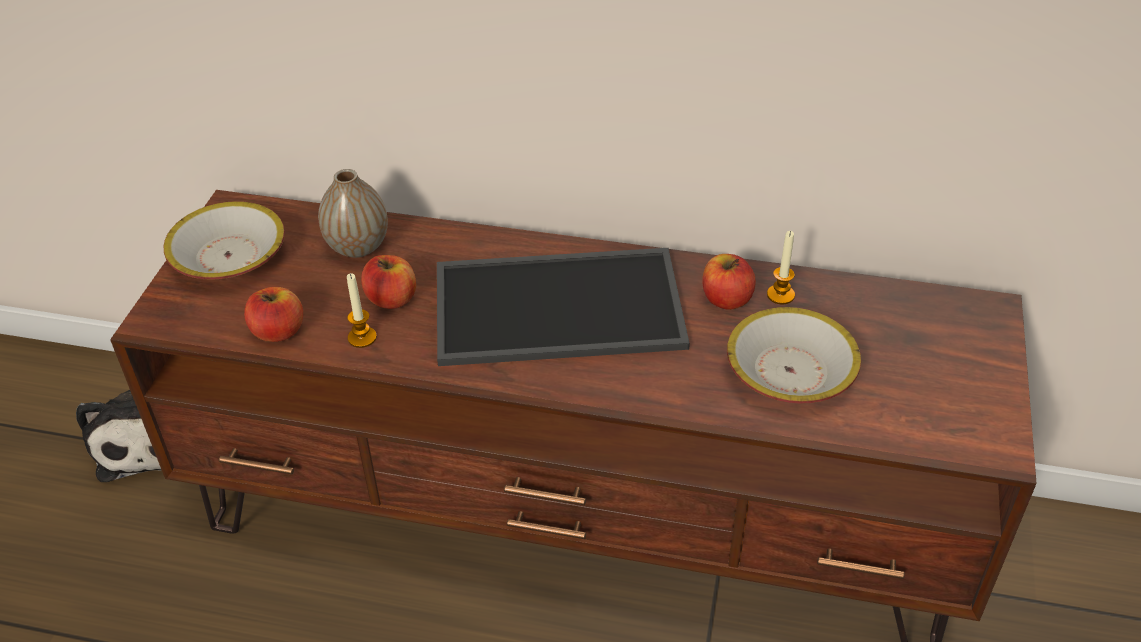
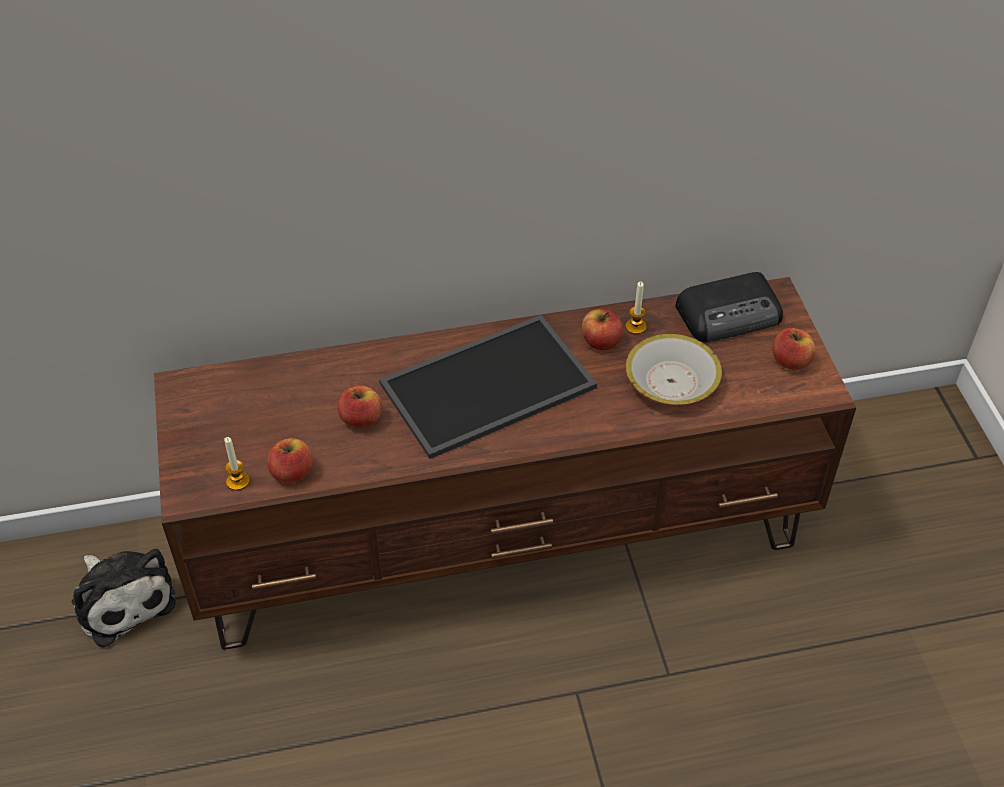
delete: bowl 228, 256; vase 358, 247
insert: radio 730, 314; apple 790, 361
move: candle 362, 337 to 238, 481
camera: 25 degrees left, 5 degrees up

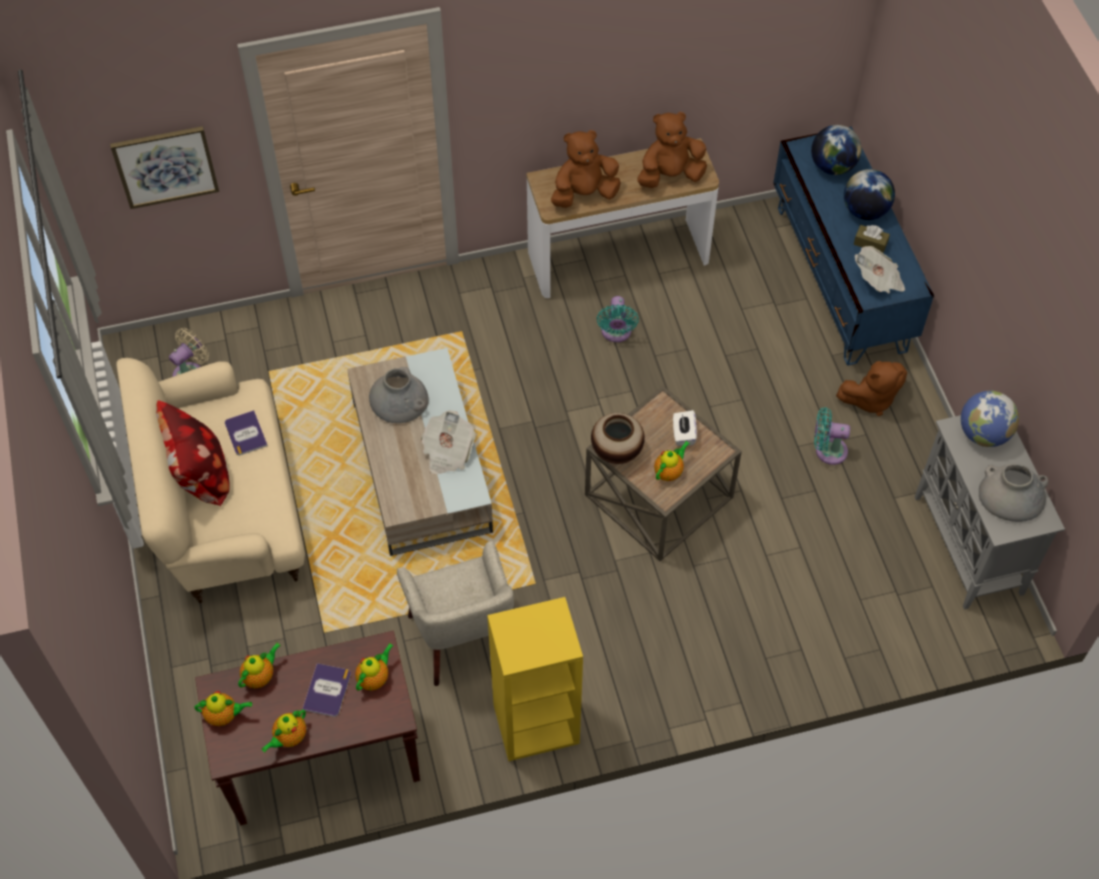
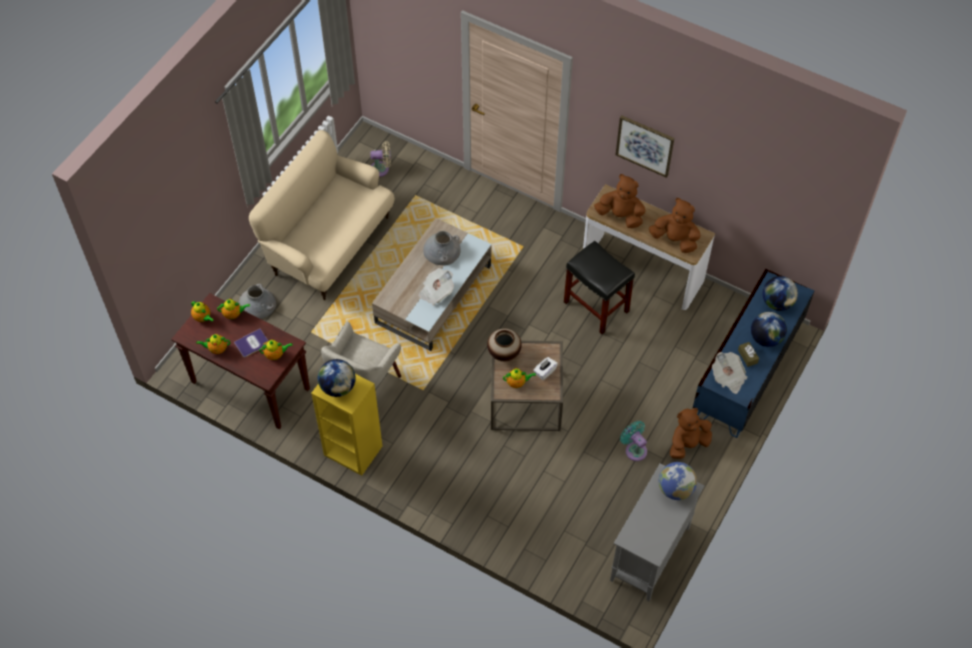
delete: pillow 199, 476; book 245, 433
insert: globe 338, 387
move: picture 165, 166 to 645, 145; grey vase 1011, 495 to 257, 304
replace: turquoise fan 616, 333 to black stool 597, 307
rotate: brown plush toy 870, 399 = 688, 444 120 degrees clockwise
camera: 45 degrees right, 0 degrees up

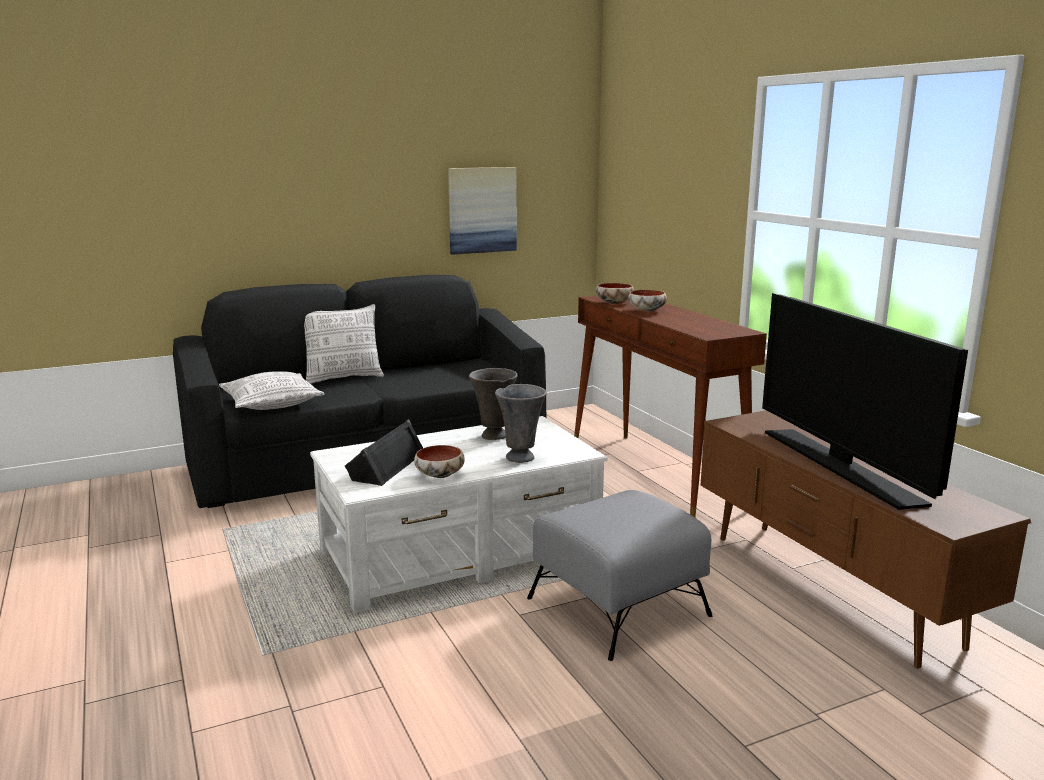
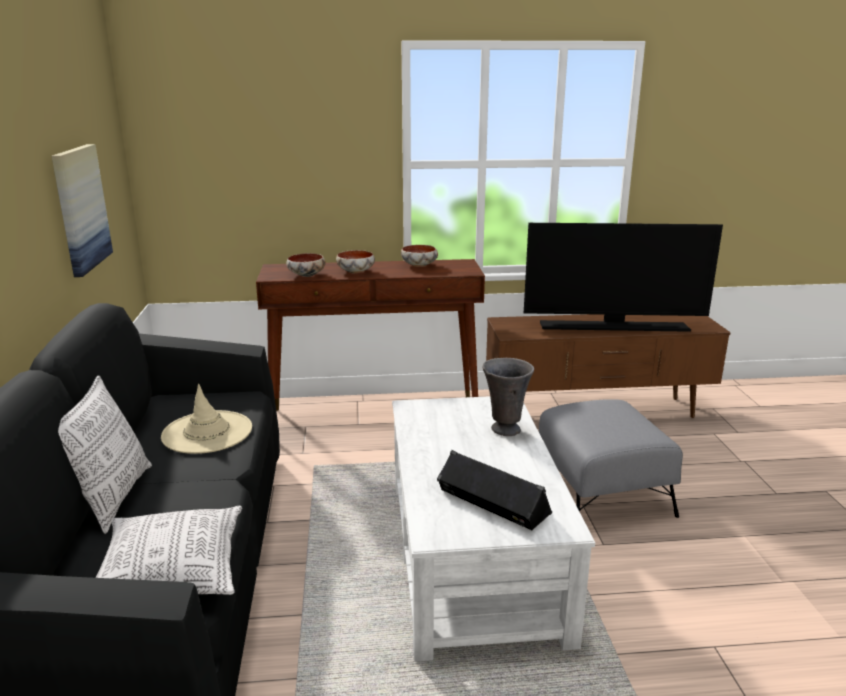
delete: grey vase 493, 436
insert: beige hat 207, 432
move: bowl 439, 475 to 420, 265
camera: 70 degrees left, 5 degrees up

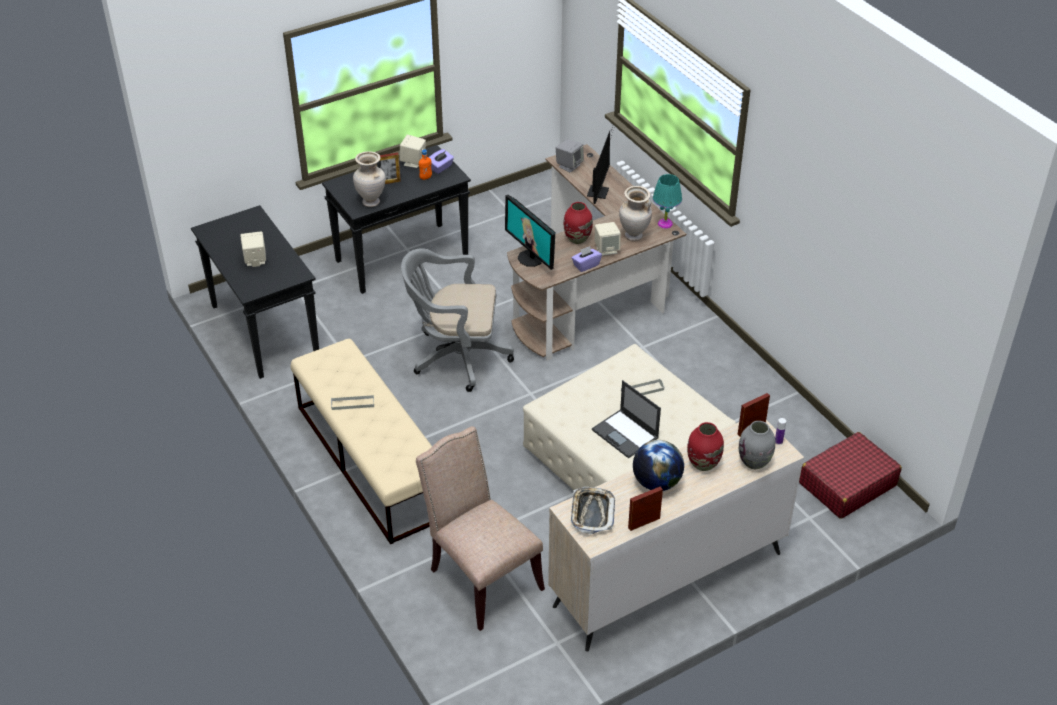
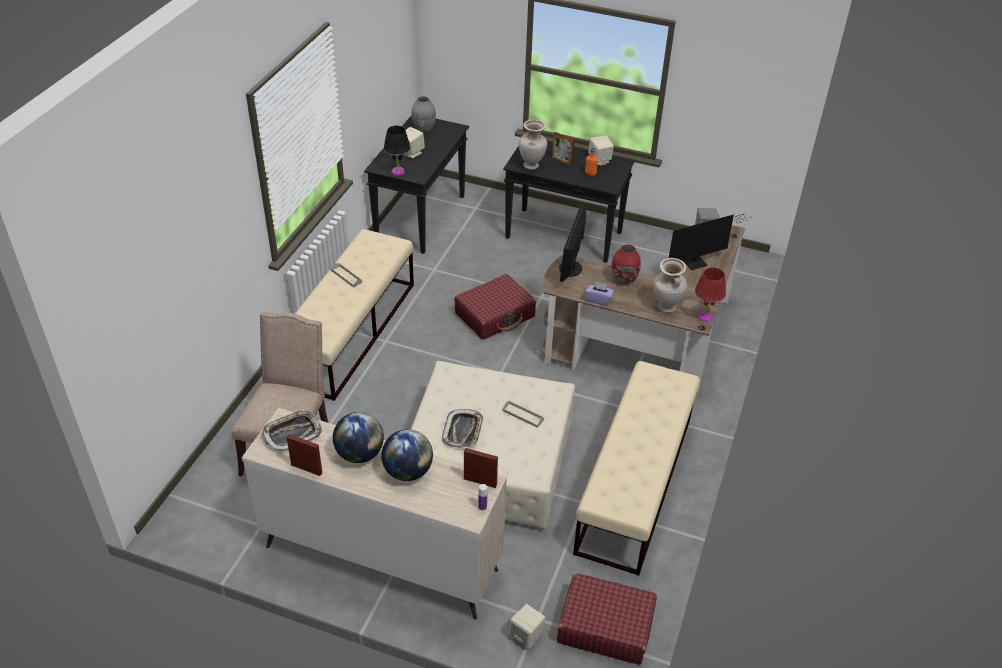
delete: purple tissue box 441, 167
insert: black table lamp 398, 171; beige bench 634, 484
move: beige speaker 606, 249 to 526, 635; grey vase 754, 462 to 424, 129
replace: grey office chair 456, 357 to red suitcase 495, 315; laptop 625, 434 to tray 463, 431; red vase 703, 464 to globe 408, 471
recolor: turquoise table lamp 665, 224 to red table lamp 705, 316
camera: 50 degrees right, 0 degrees up

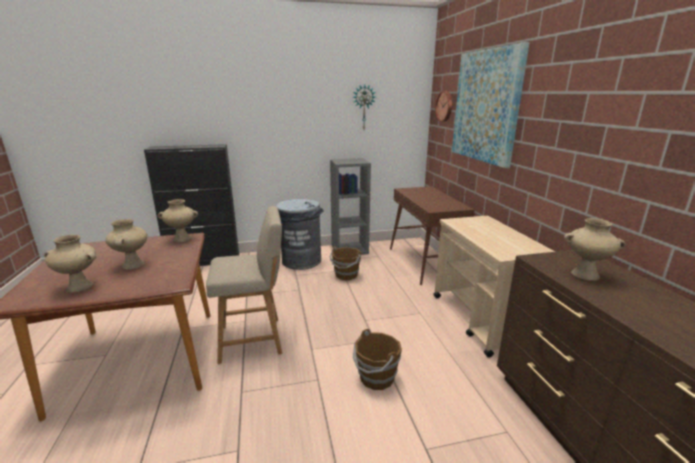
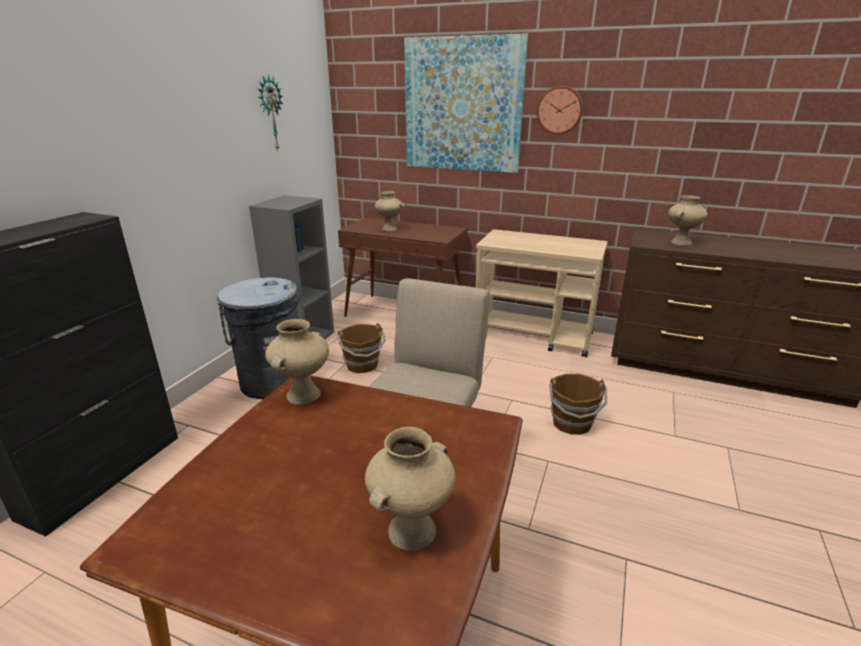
move: beige vase 133, 265 to 389, 229; wall clock 445, 106 to 560, 110
camera: 55 degrees left, 5 degrees up

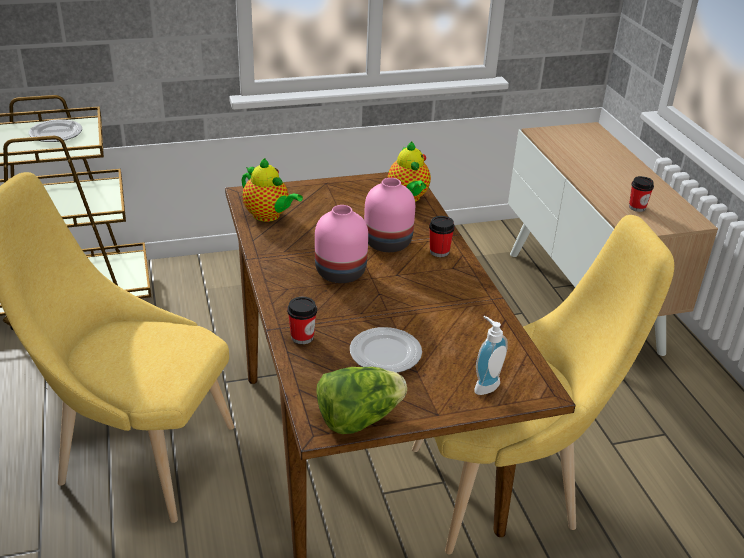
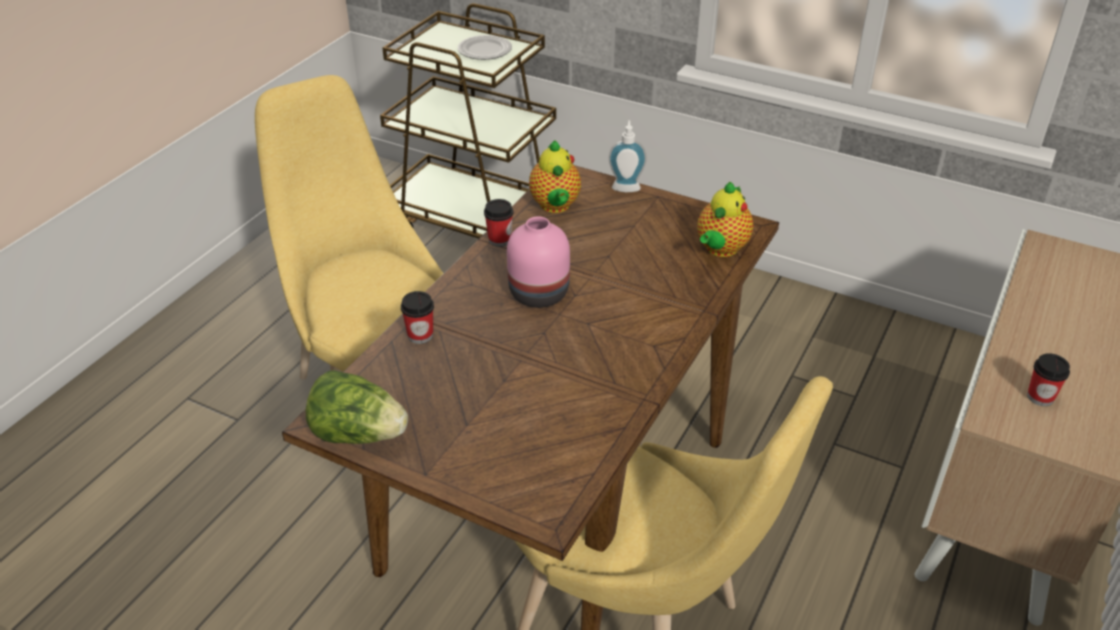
delete: plate 385, 353; pink vase 388, 242
move: cup 439, 251 to 499, 240; soap dispenser 484, 385 to 626, 186
camera: 45 degrees right, 5 degrees up

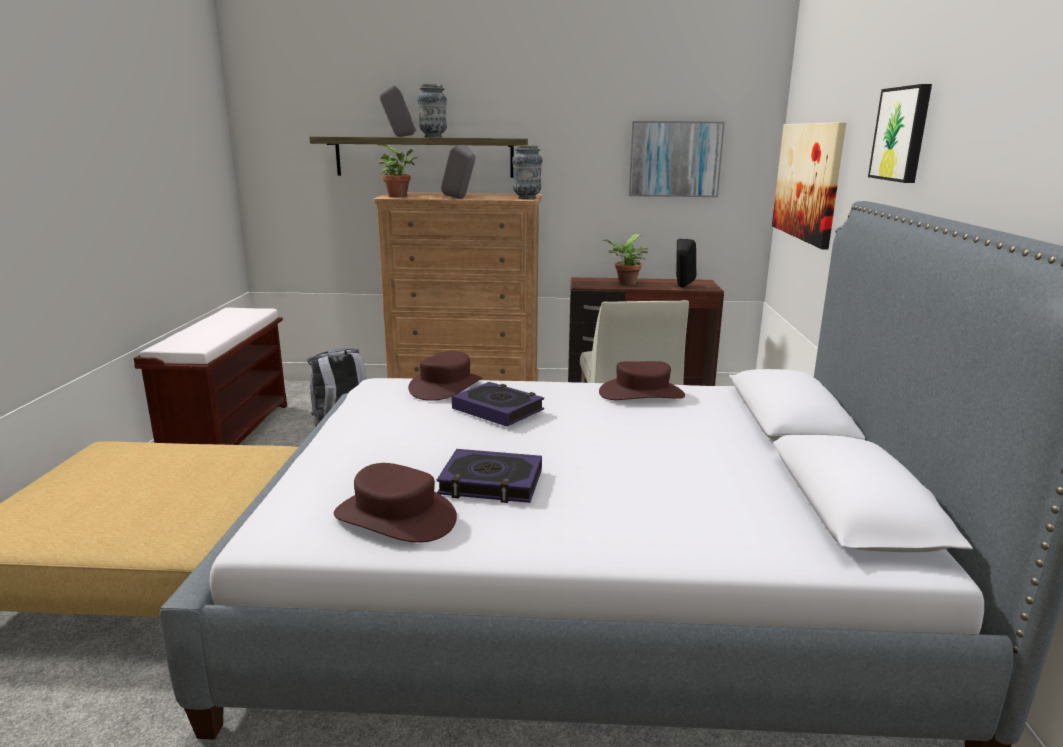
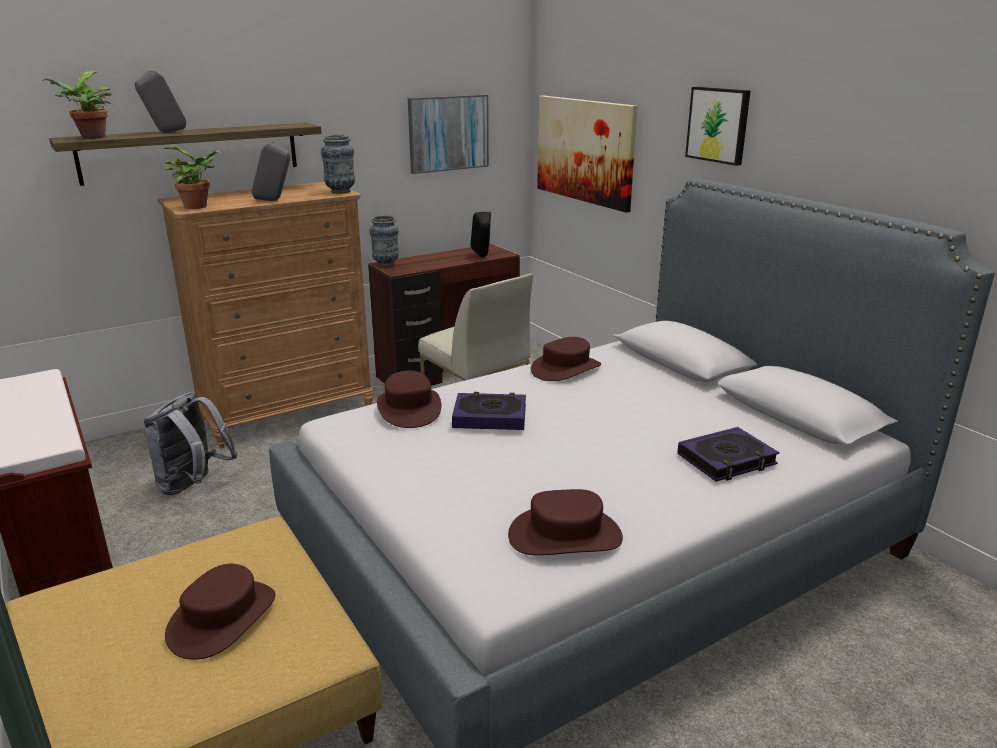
insert: brown hat 222, 618
move: vase 433, 137 to 386, 264; book 491, 483 to 726, 460; potted plant 625, 283 to 91, 137
camera: 35 degrees left, 5 degrees up

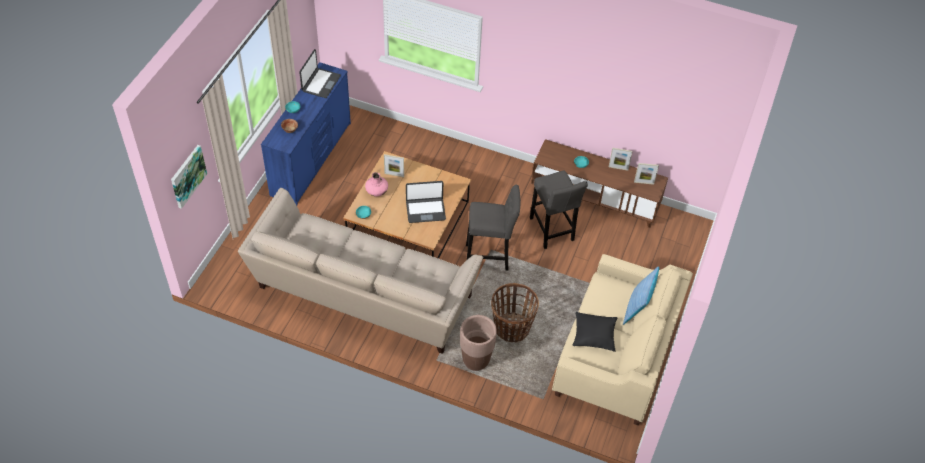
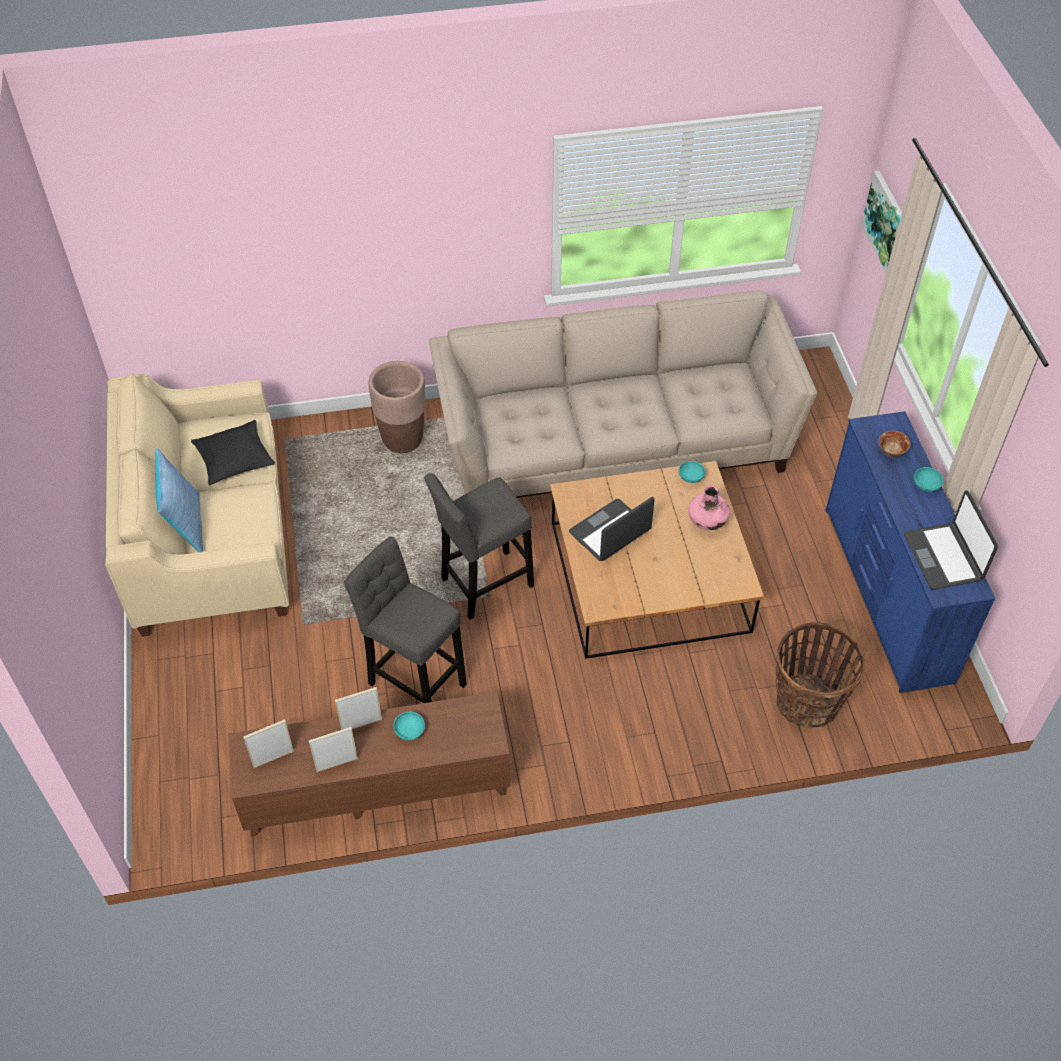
move: picture frame 394, 175 to 361, 725; basket 511, 328 to 807, 702
camera: 150 degrees right, 0 degrees up

